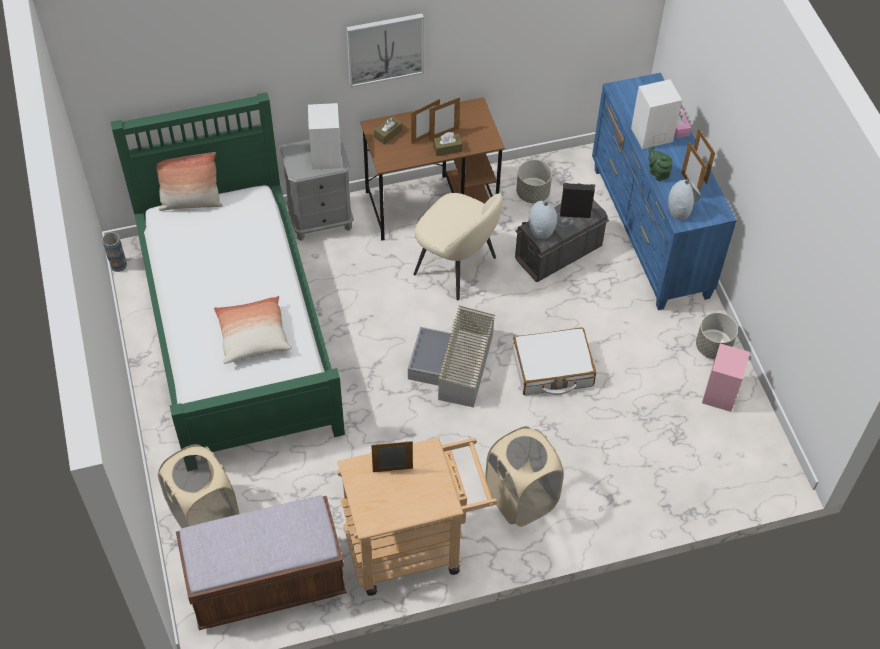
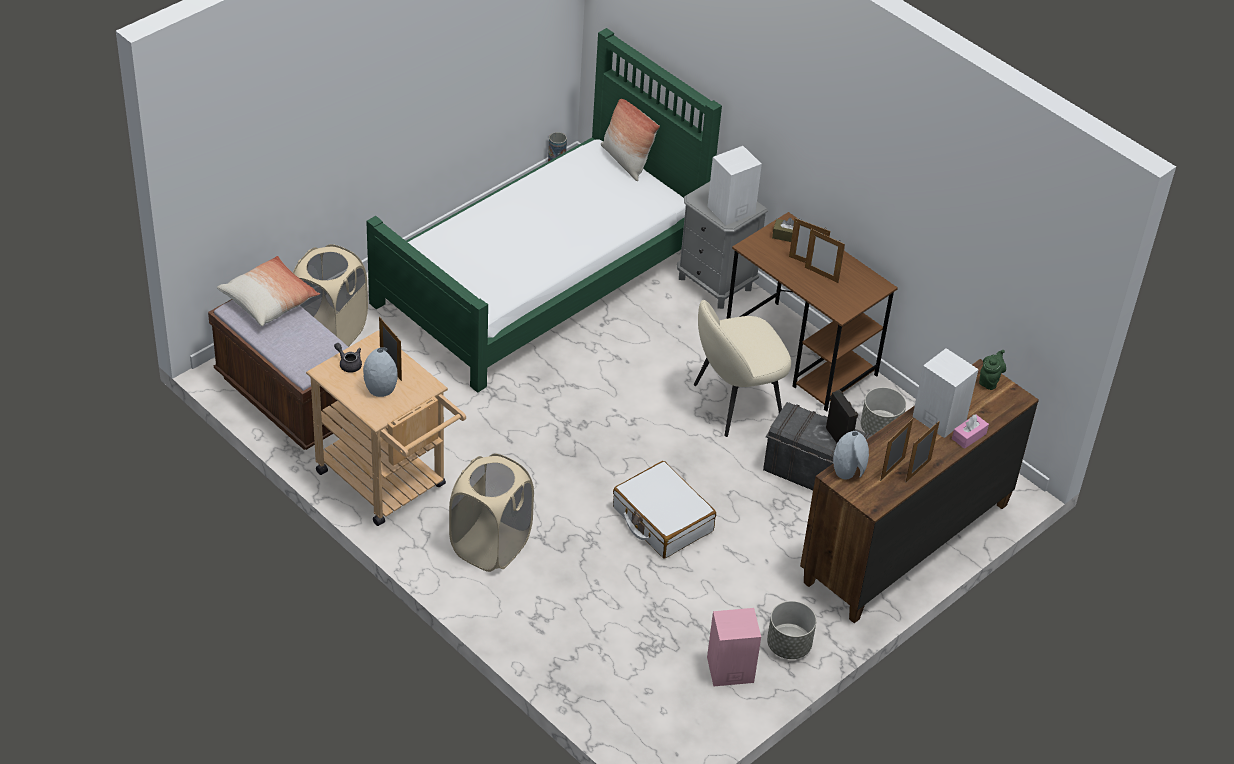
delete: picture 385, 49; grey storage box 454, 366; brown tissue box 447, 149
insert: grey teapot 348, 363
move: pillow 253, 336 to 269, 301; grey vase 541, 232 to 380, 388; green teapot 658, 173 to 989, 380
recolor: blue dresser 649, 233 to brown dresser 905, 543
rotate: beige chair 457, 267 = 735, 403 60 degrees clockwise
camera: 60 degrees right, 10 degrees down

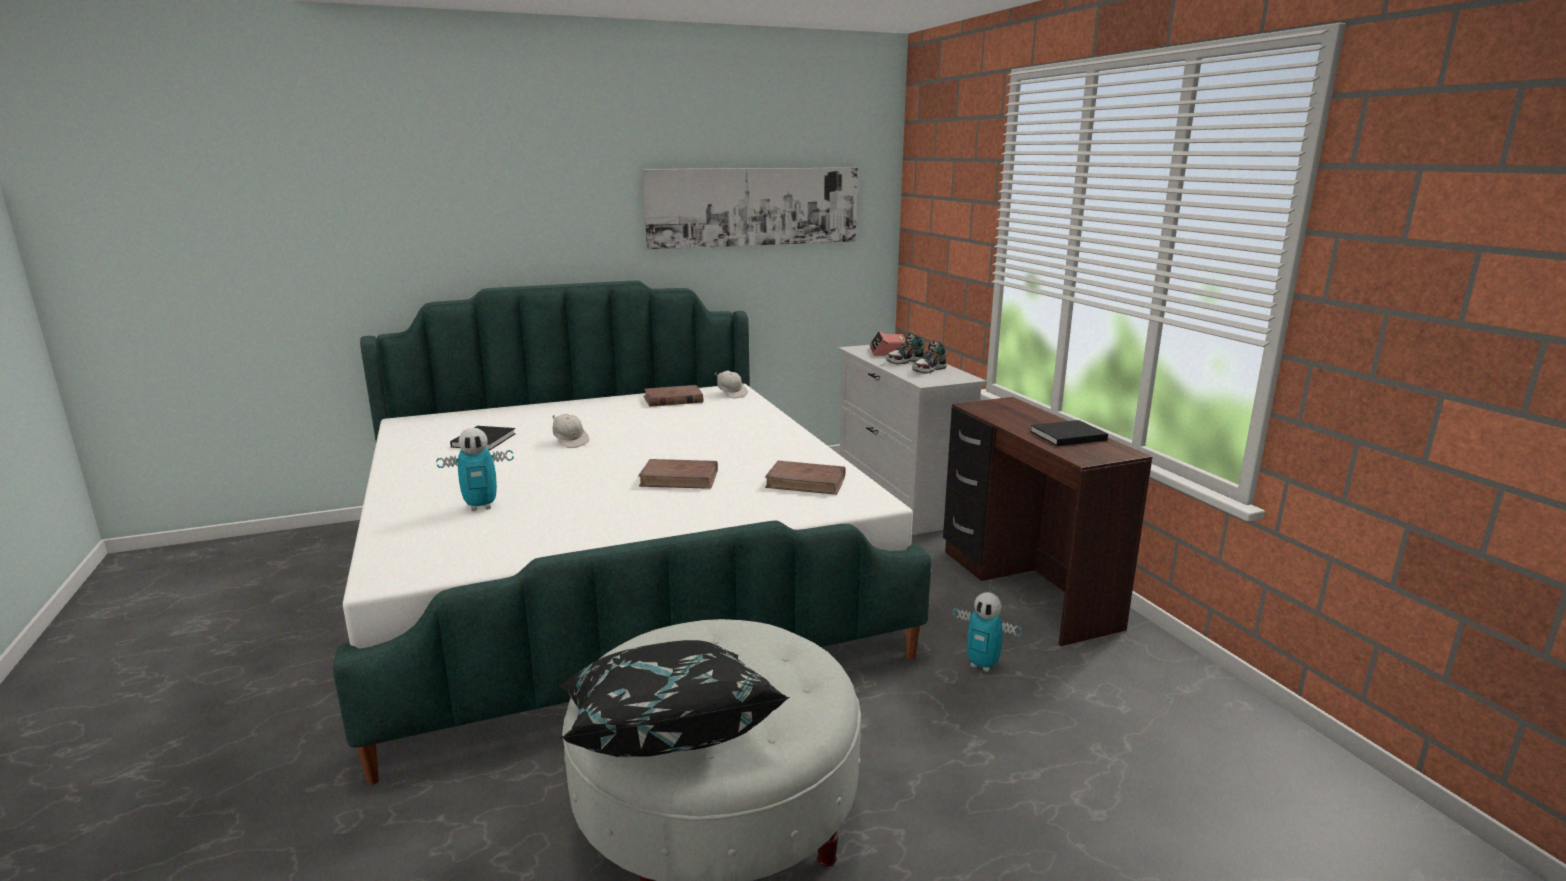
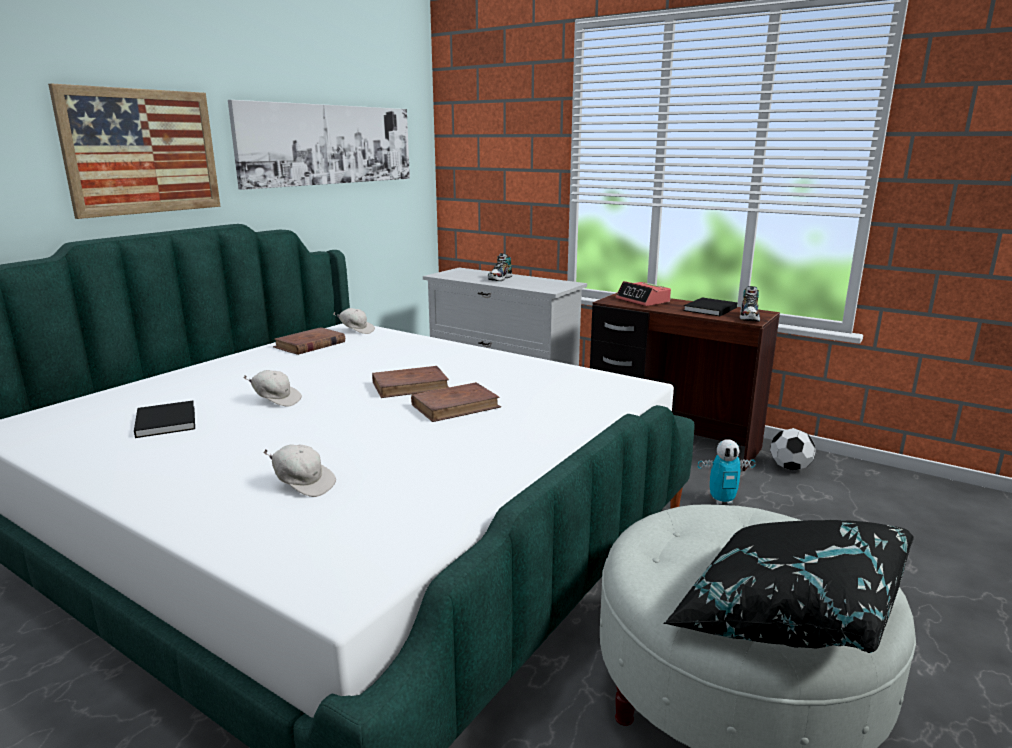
insert: picture 142, 152; football 790, 468
move: brown book 806, 482 to 411, 386; alarm clock 888, 351 to 643, 301; shoe 929, 370 to 749, 317
replace: toy robot 481, 506 to white cap 303, 484
camera: 35 degrees left, 0 degrees up

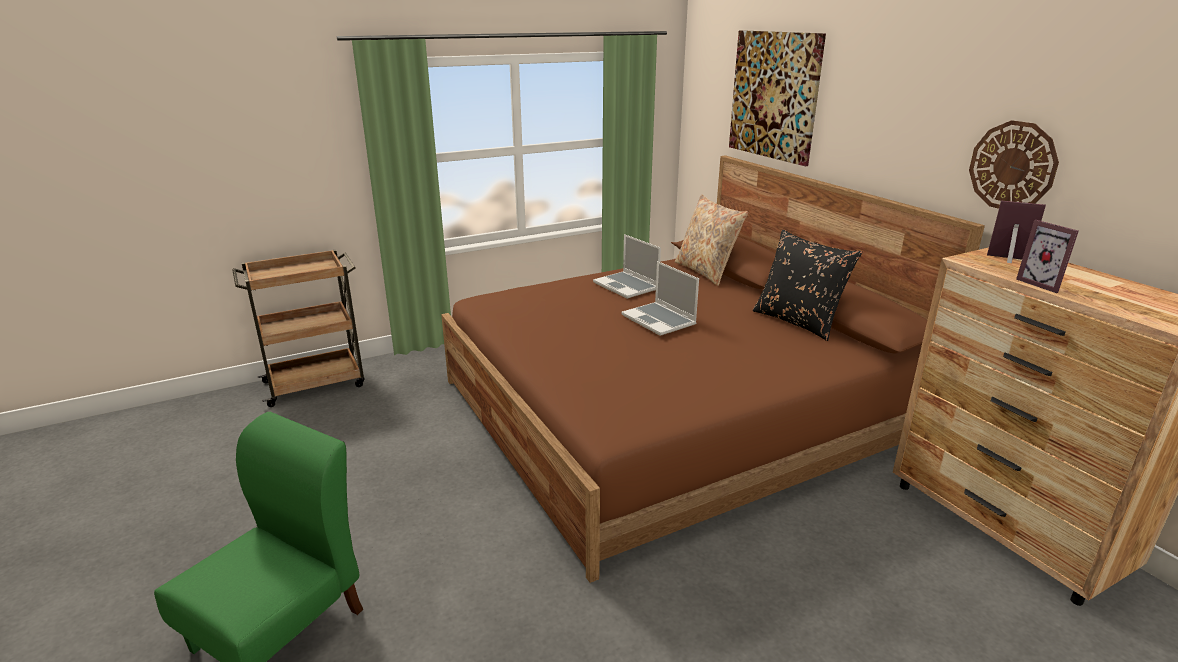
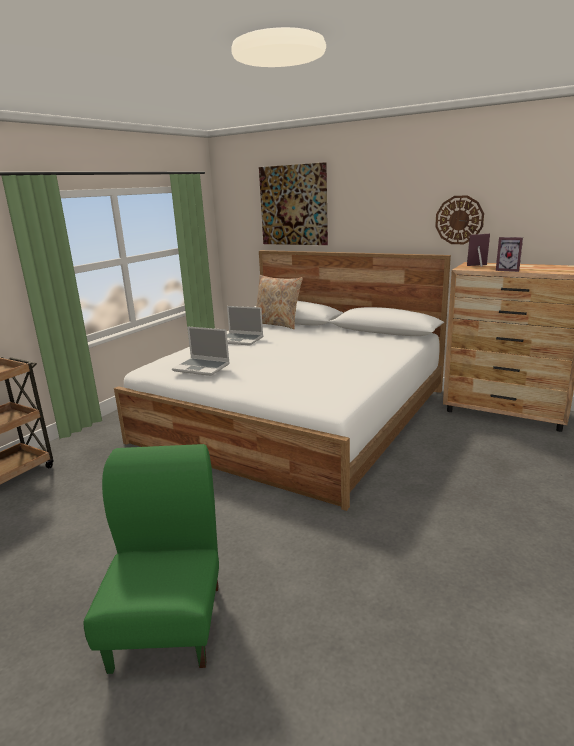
delete: black pillow 798, 321
move: laptop 660, 320 to 202, 367
recolor: brown bed 670, 411 to white bed 296, 415
camera: 30 degrees left, 5 degrees down

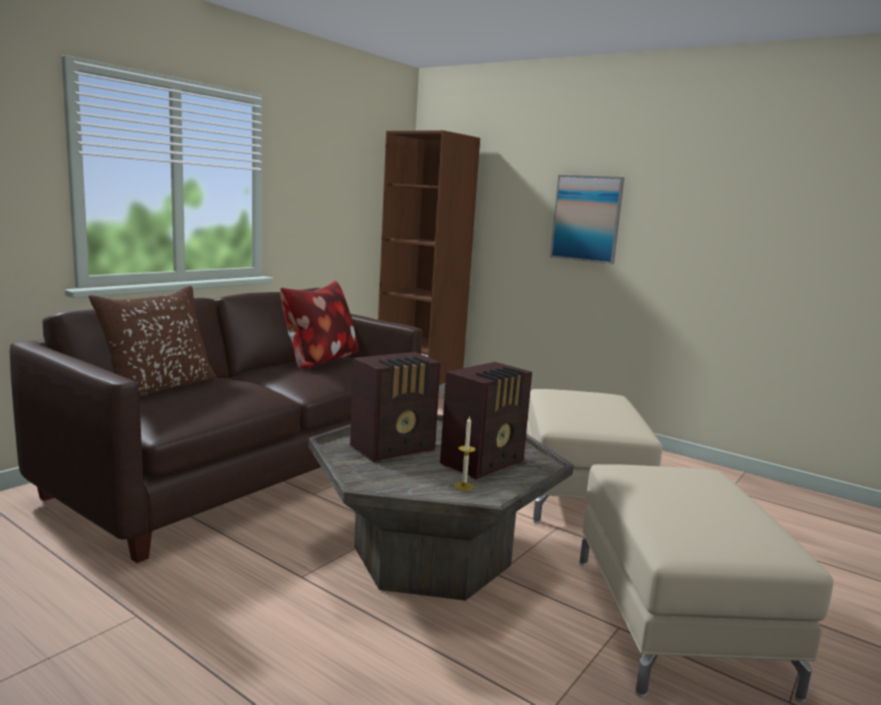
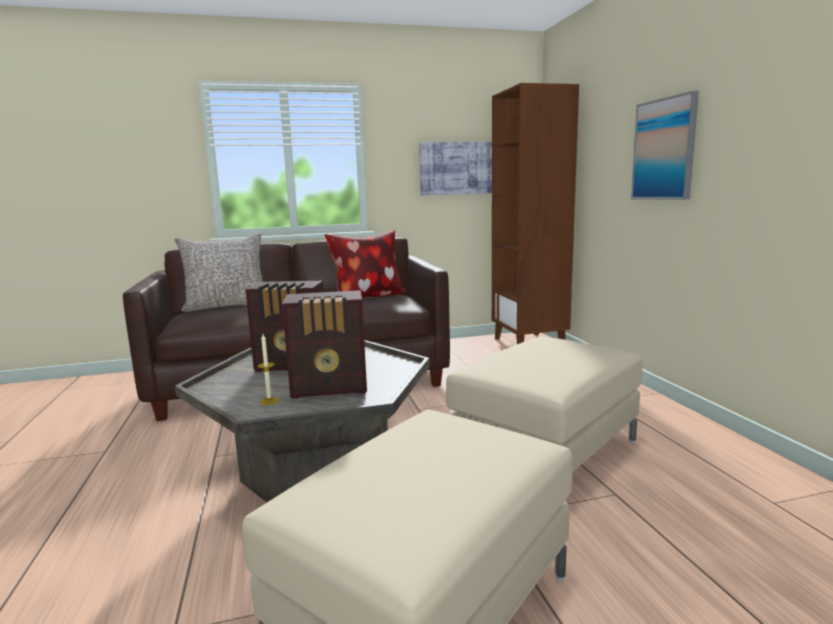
insert: picture 455, 168
recolor: brown pillow 159, 388 to grey pillow 227, 306
camera: 40 degrees right, 0 degrees up

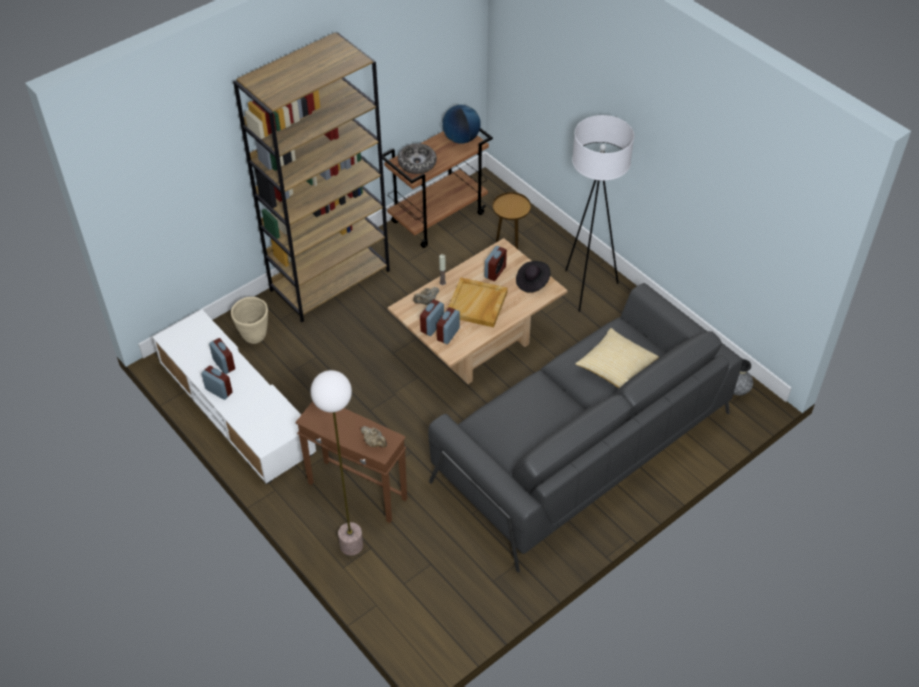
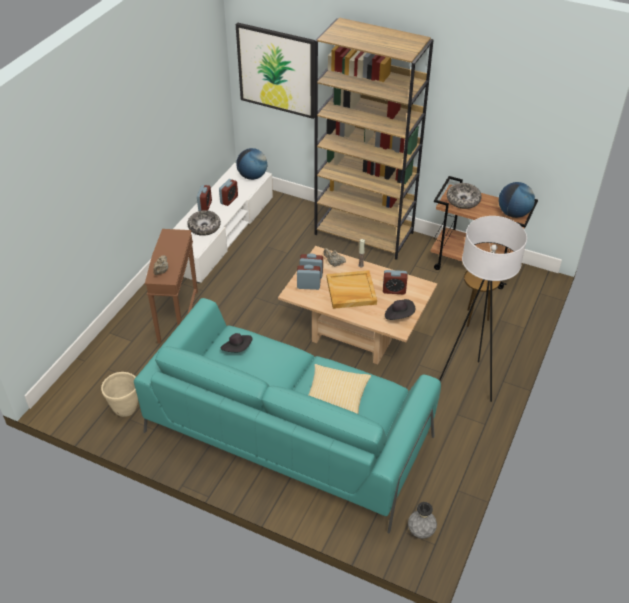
delete: floor lamp 351, 545
insert: bowl 204, 227; black hat 237, 349; picture 277, 70; globe 252, 176
move: beige planter 254, 336 to 125, 409
recolor: grey sofa 582, 446 to turquoise sofa 288, 433
camera: 65 degrees right, 5 degrees down

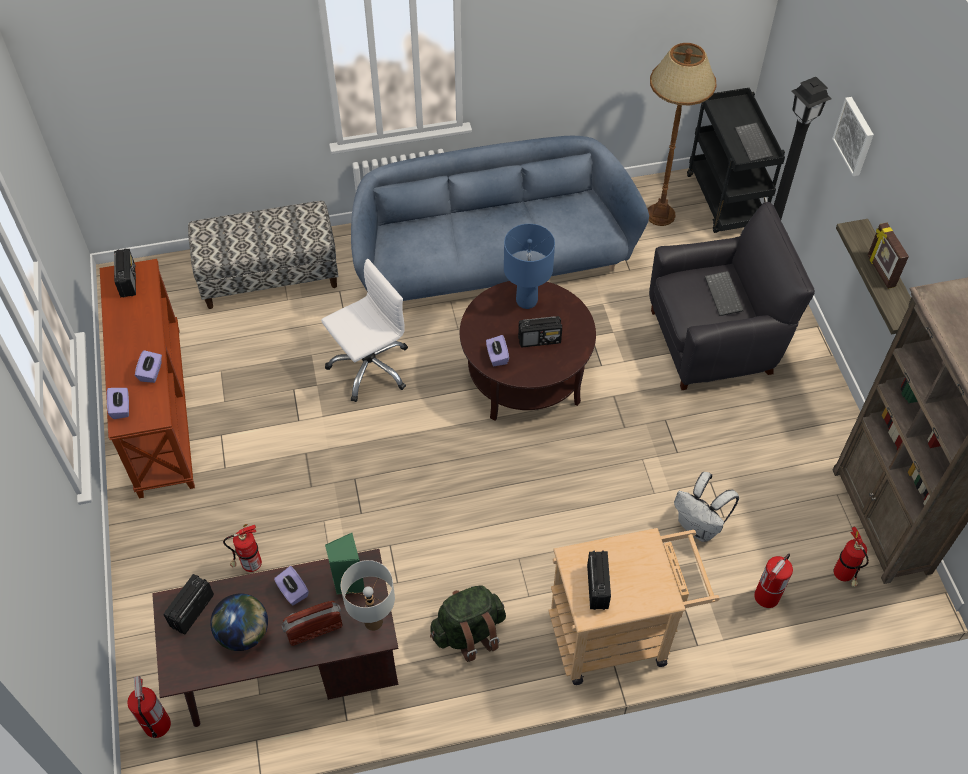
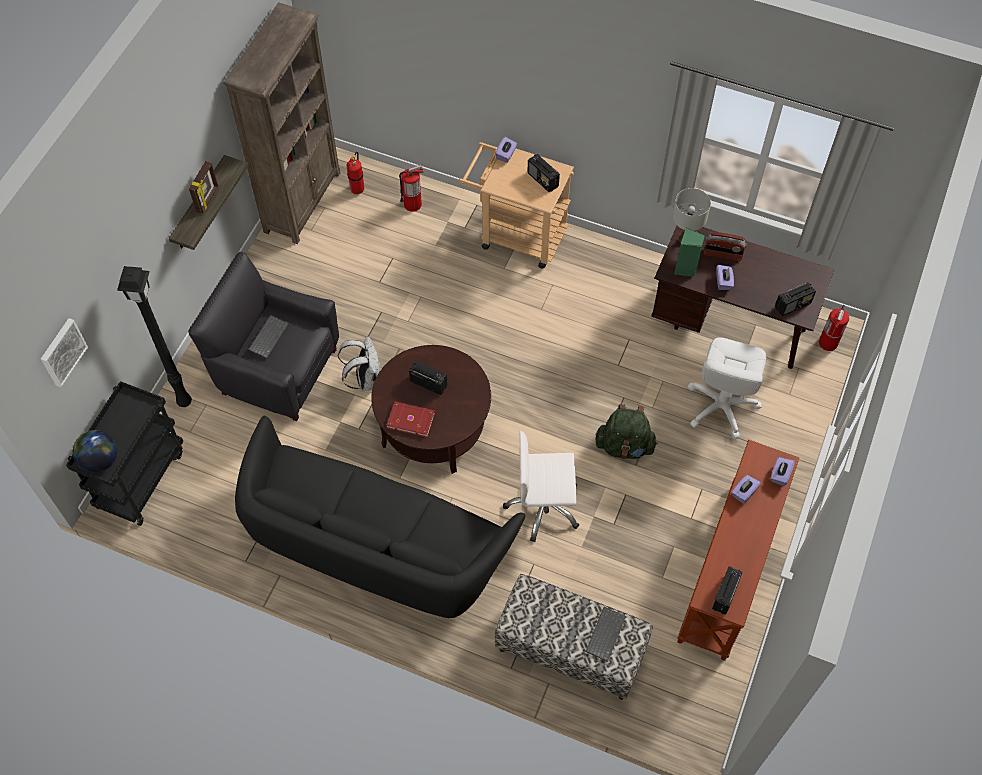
delete: brown floor lamp 660, 215
move: globe 244, 633 to 100, 460; green backpack 468, 632 to 624, 446; purple tissue box 497, 356 to 506, 155; white backpack 699, 526 to 365, 379; keyboard 754, 143 to 604, 633; picture 855, 136 to 62, 351
replace: fire extinguisher 249, 565 to white office chair 721, 406; blue table lamp 527, 301 to red book 410, 419
recolor: blue sofa 491, 260 to black sofa 375, 545
rotate: radio 597, 586 = 543, 180 75 degrees counterclockwise
camera: 145 degrees left, 5 degrees up

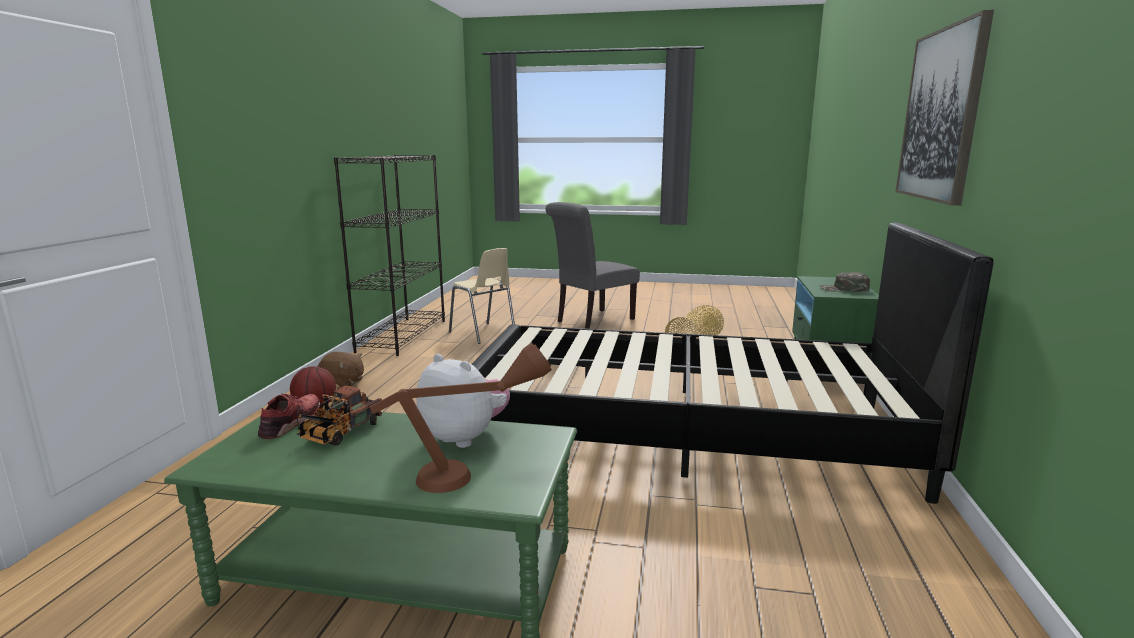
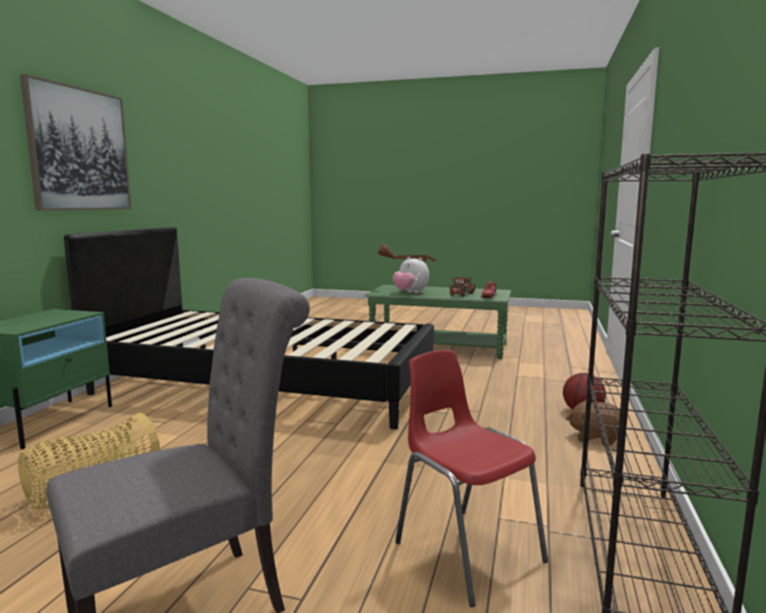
delete: green cap 844, 289
recolor: beige chair 483, 334 to red chair 465, 550
camera: 175 degrees left, 5 degrees down

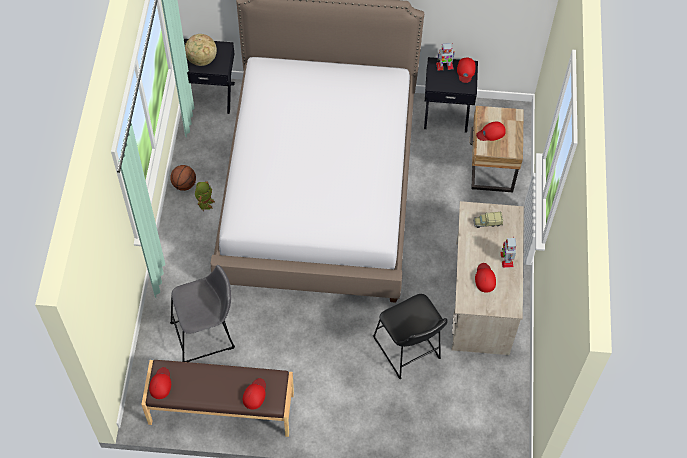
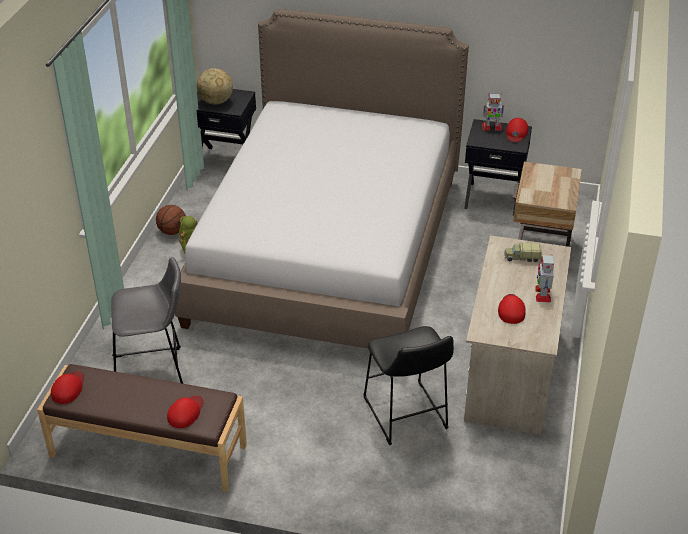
delete: red cap 491, 133
camera: 10 degrees right, 20 degrees down

